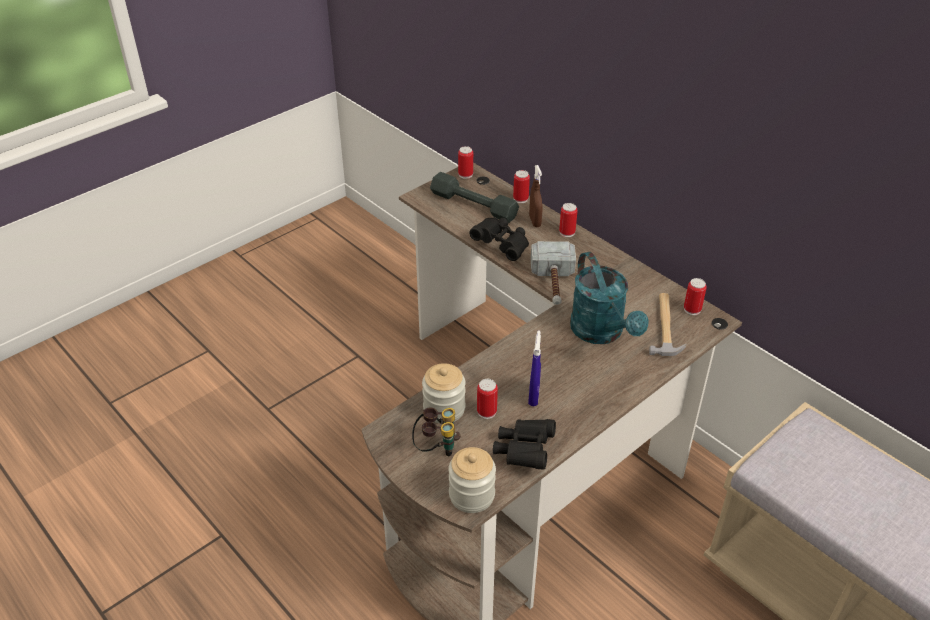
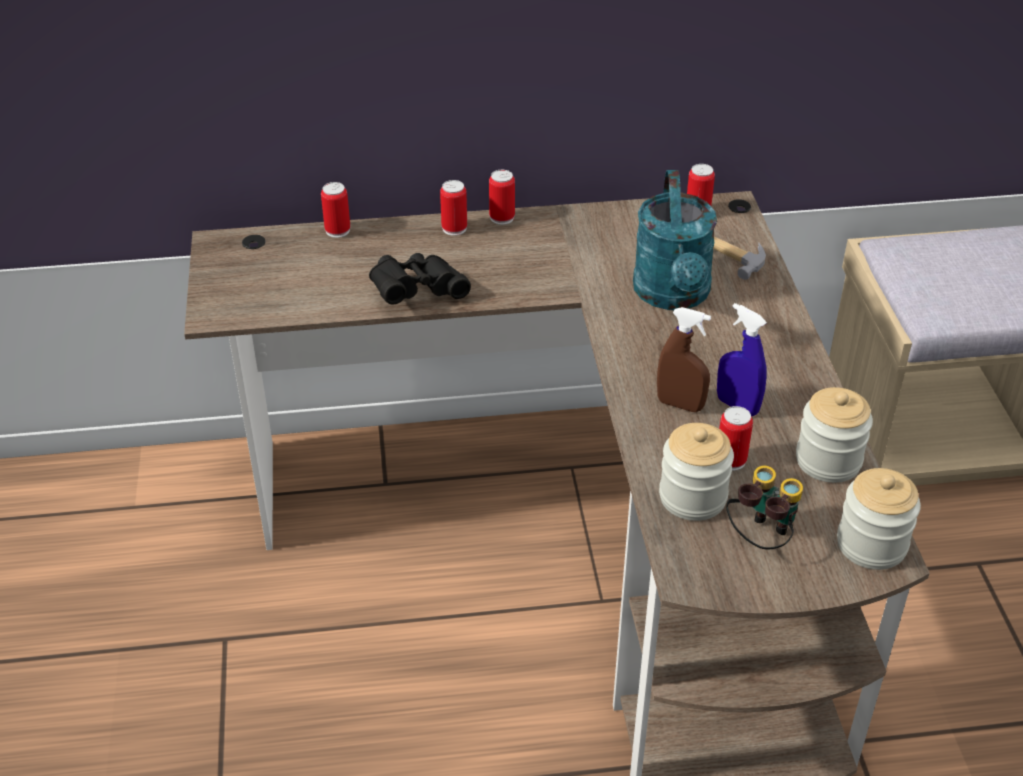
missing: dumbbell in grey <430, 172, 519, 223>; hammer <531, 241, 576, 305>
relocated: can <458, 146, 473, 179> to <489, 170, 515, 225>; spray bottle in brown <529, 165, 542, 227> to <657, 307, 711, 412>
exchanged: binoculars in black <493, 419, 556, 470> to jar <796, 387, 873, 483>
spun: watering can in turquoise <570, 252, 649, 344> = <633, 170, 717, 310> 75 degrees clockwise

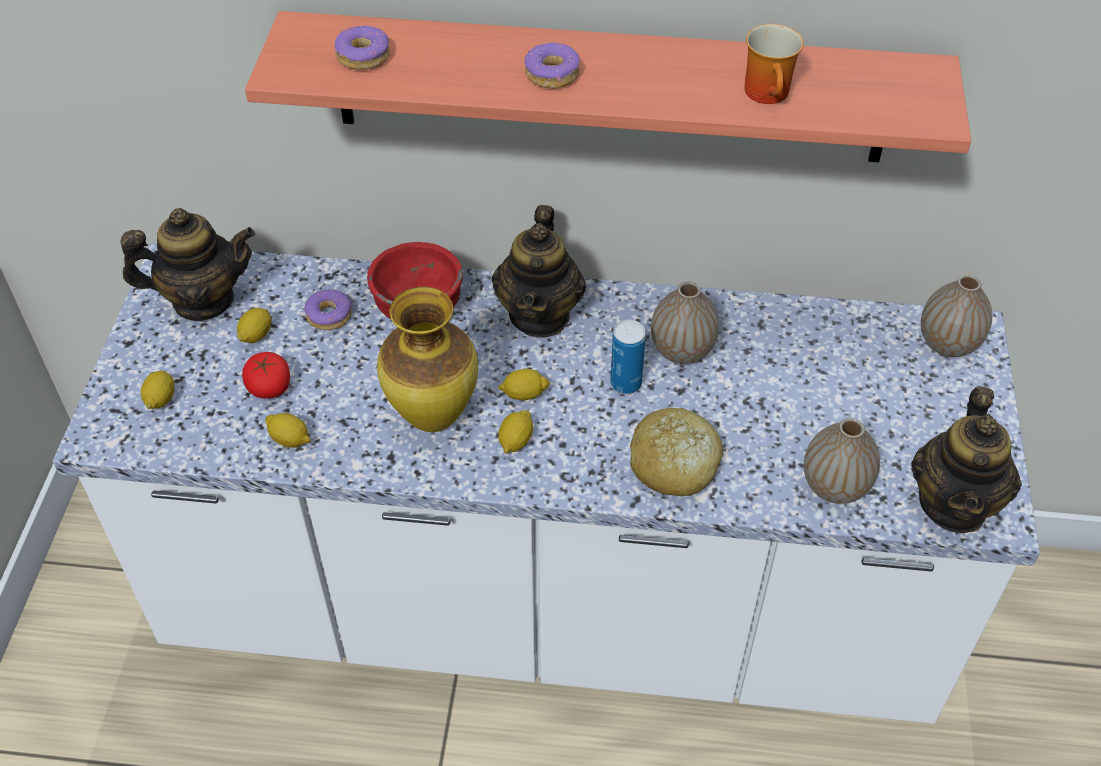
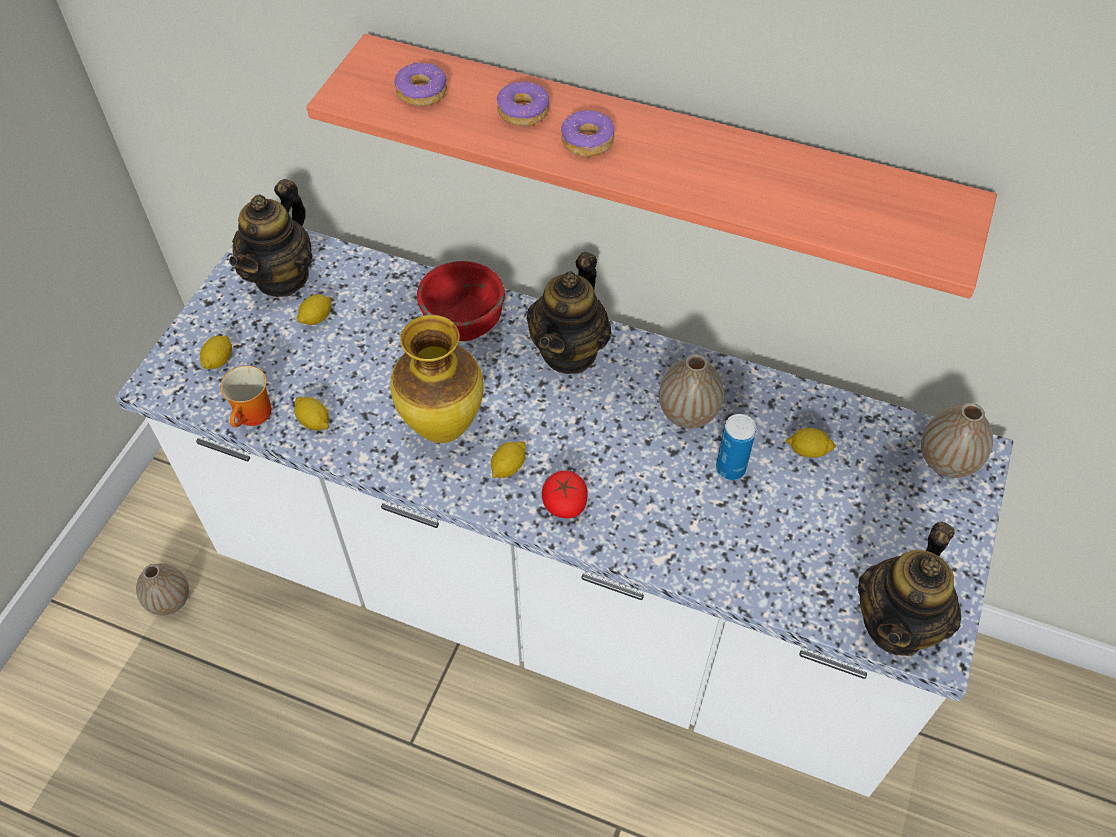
missing: bread <630, 408, 723, 496>
relocated: tomato <242, 352, 290, 399> to <542, 471, 588, 518>; donut <304, 290, 352, 330> to <497, 81, 549, 126>; lemon <498, 369, 550, 400> to <786, 428, 836, 458>; can <610, 320, 646, 394> to <716, 414, 756, 480>; mug <744, 24, 804, 104> to <220, 366, 272, 427>; vase <804, 418, 880, 504> to <136, 563, 189, 616>
spun: teapot <120, 208, 255, 321> = <229, 179, 313, 297> 105 degrees clockwise

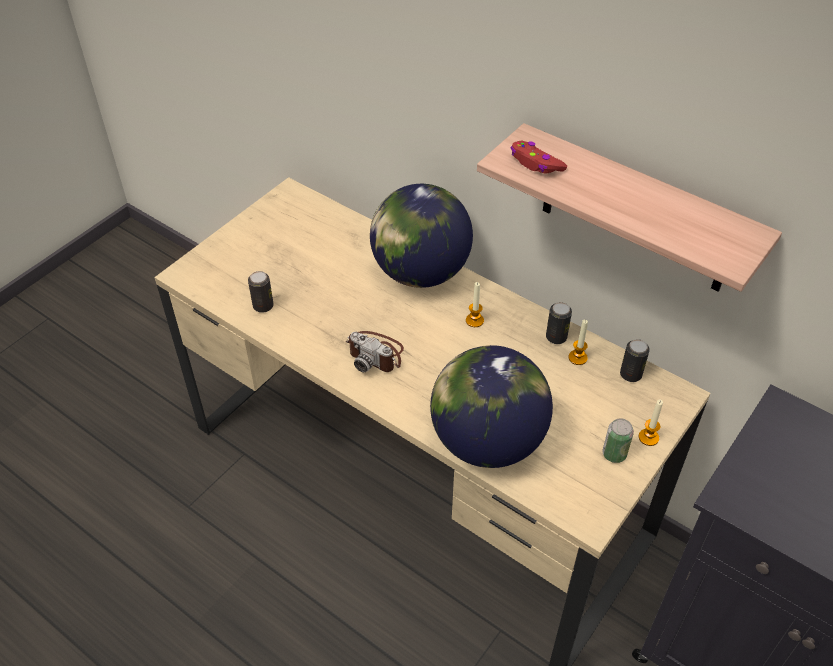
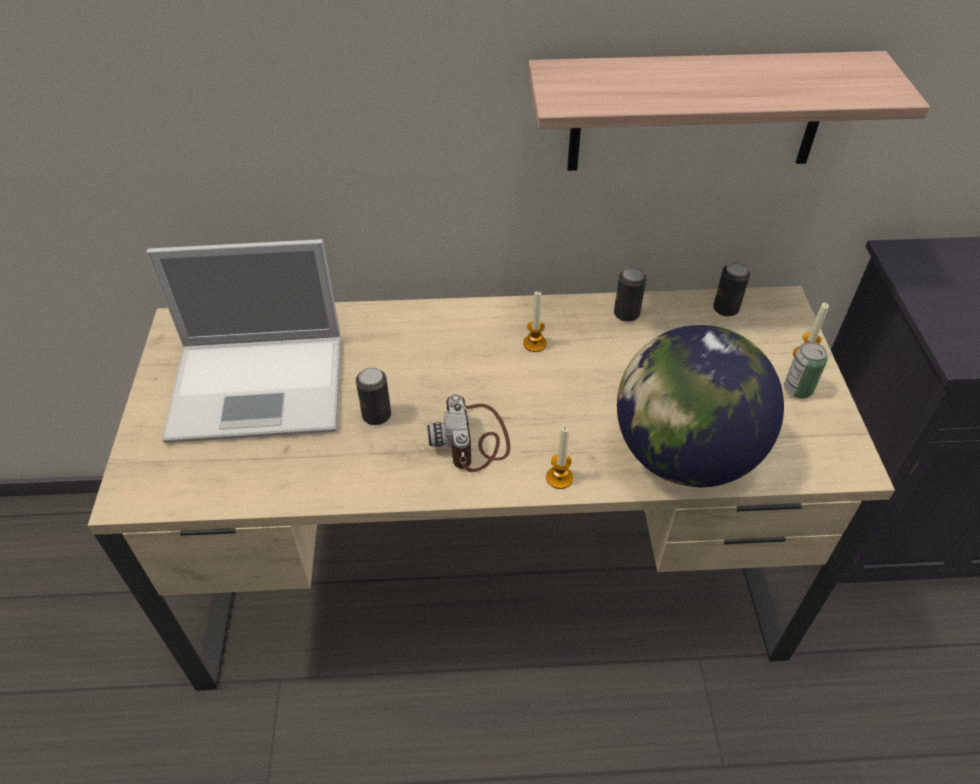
missing: globe <370, 184, 473, 288>; game controller in red <510, 141, 567, 174>
appeared: laptop <146, 239, 341, 443>
relocated: can <248, 271, 274, 313> to <356, 367, 391, 425>; candle <568, 319, 588, 365> to <546, 426, 573, 489>
spun: photo camera <345, 331, 404, 372> = <427, 394, 510, 472> 90 degrees clockwise

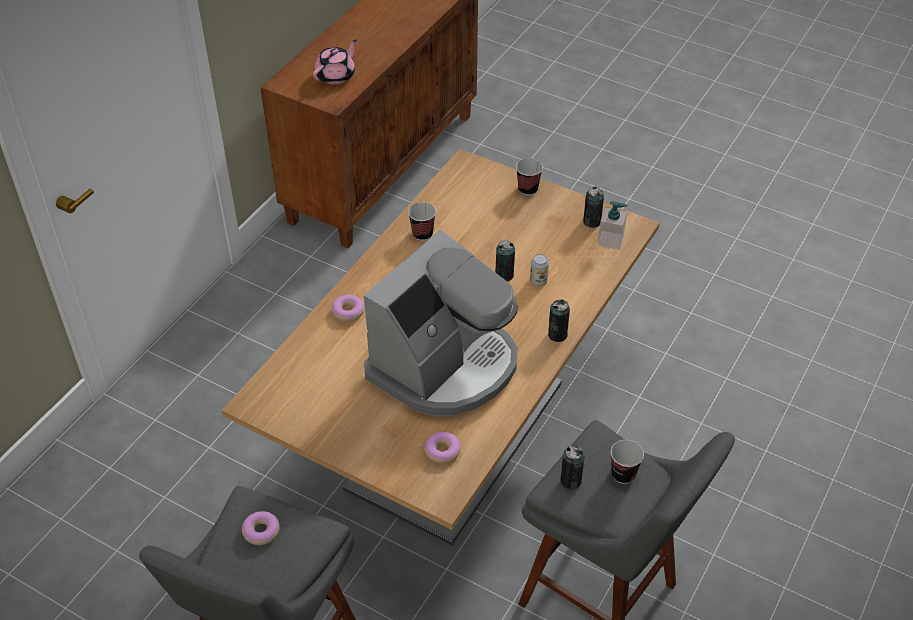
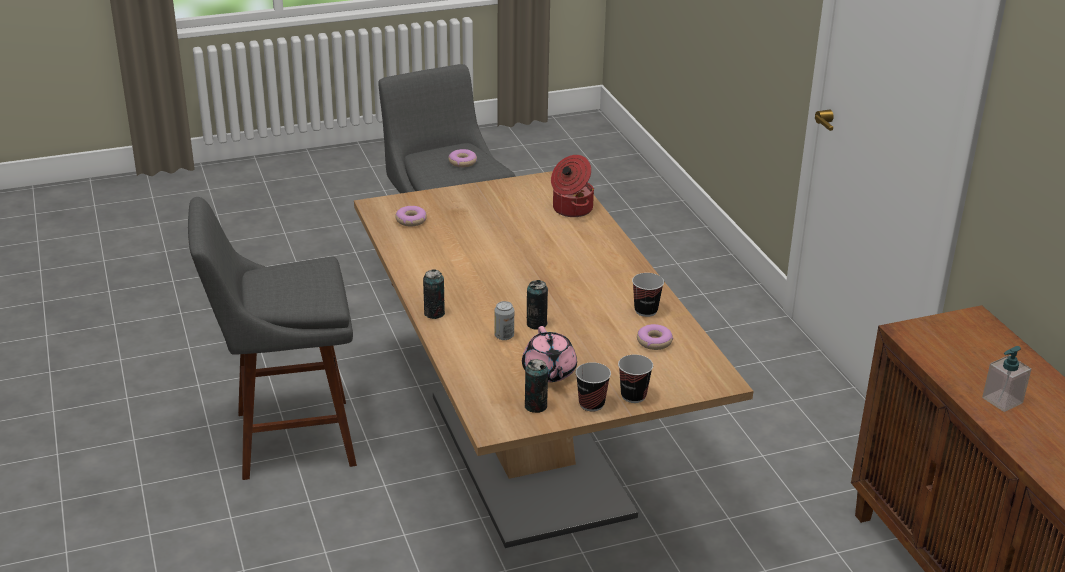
missing: coffee machine <364, 230, 518, 416>; can <561, 446, 585, 489>
appeared: cooking pot <551, 155, 594, 217>
relocated: teapot in pink <313, 40, 357, 84> to <522, 326, 577, 382>; donut <332, 295, 364, 322> to <637, 324, 673, 350>; soap dispenser <598, 201, 628, 250> to <982, 346, 1031, 412>; cup <611, 440, 644, 484> to <576, 362, 611, 412>

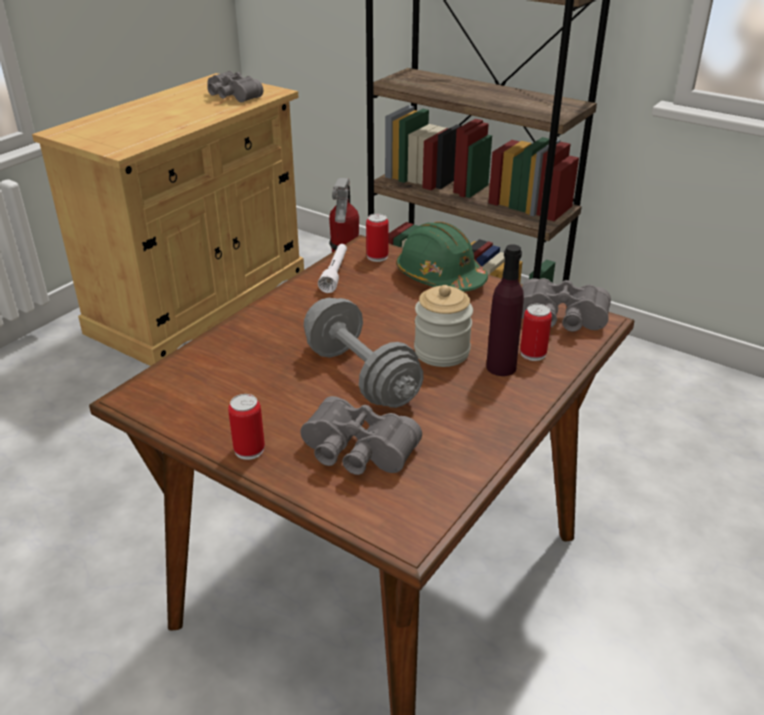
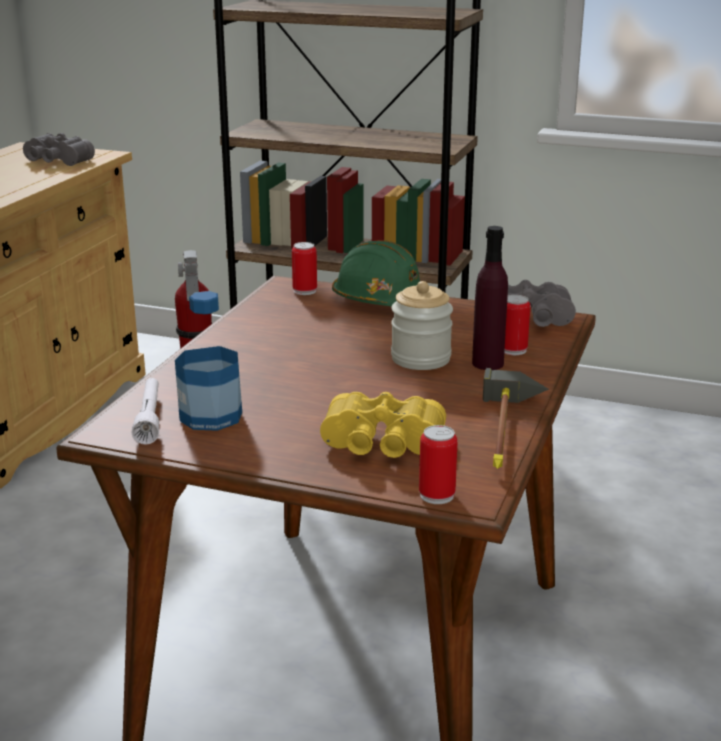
missing: dumbbell in grey <304, 298, 424, 408>
appeared: bottle <175, 291, 242, 431>; hammer <483, 368, 549, 469>
relocated: can <228, 394, 265, 460> to <419, 425, 458, 504>; flashlight in white <318, 244, 347, 293> to <132, 378, 159, 445>
colour: binoculars in grey <300, 396, 422, 475> to binoculars in yellow <320, 392, 446, 458>

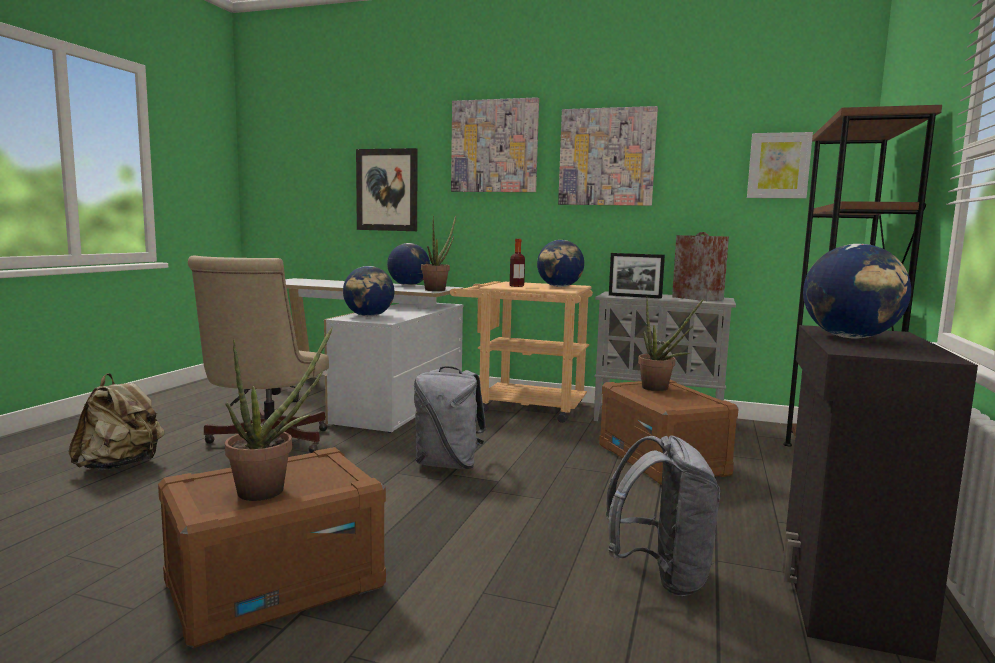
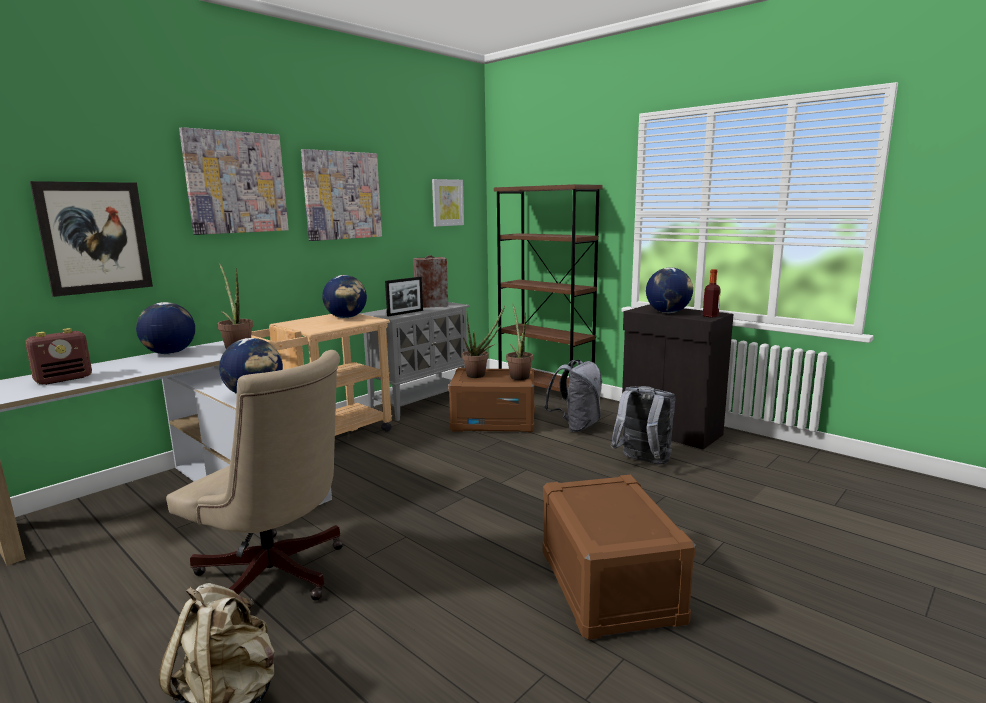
appeared: radio <25, 328, 92, 385>
relocated: potted plant <225, 327, 333, 501> to <506, 305, 533, 380>; backpack in grey <414, 366, 486, 469> to <544, 359, 602, 432>; bottle <510, 239, 525, 287> to <703, 269, 721, 317>

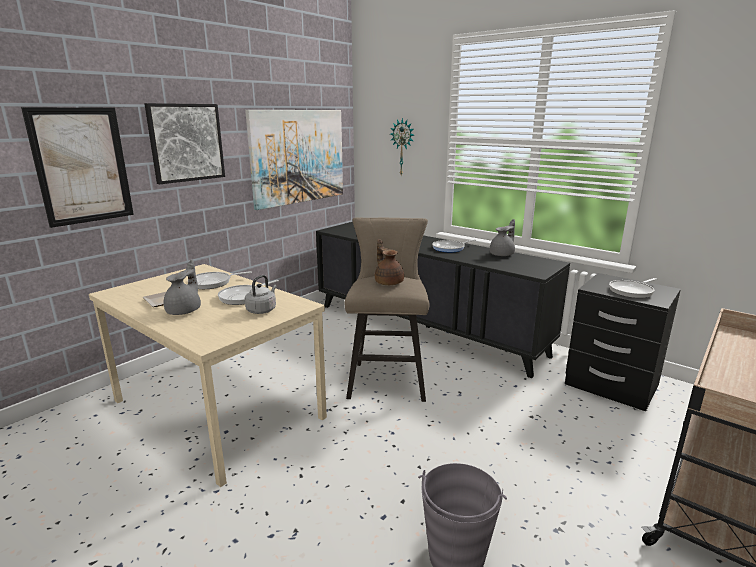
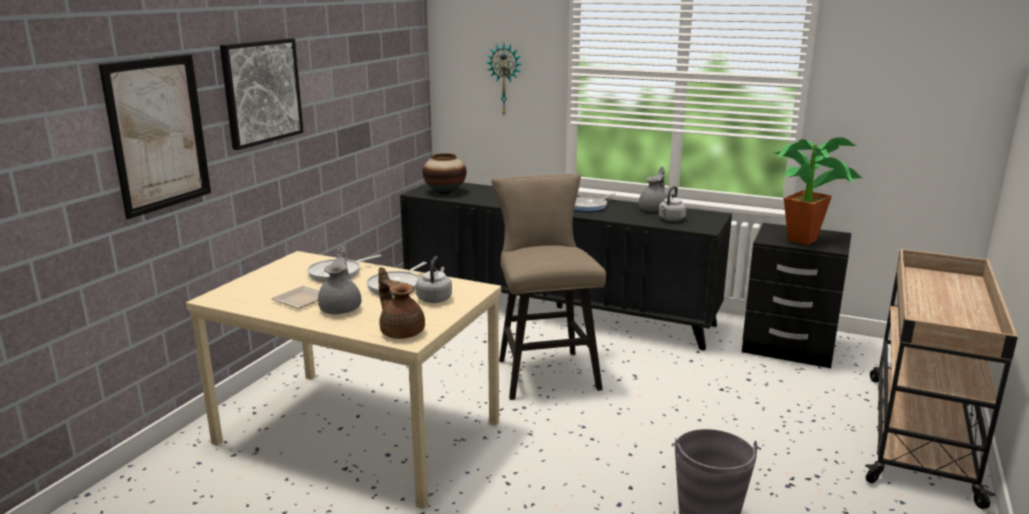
missing: picture <245, 110, 343, 210>
appeared: vase <423, 153, 466, 194>; kettle in grey <659, 186, 686, 221>
relocated: teapot in brown <375, 239, 404, 285> to <378, 267, 425, 339>
exchanged: frying pan <609, 278, 657, 298> to potted plant <773, 137, 862, 245>

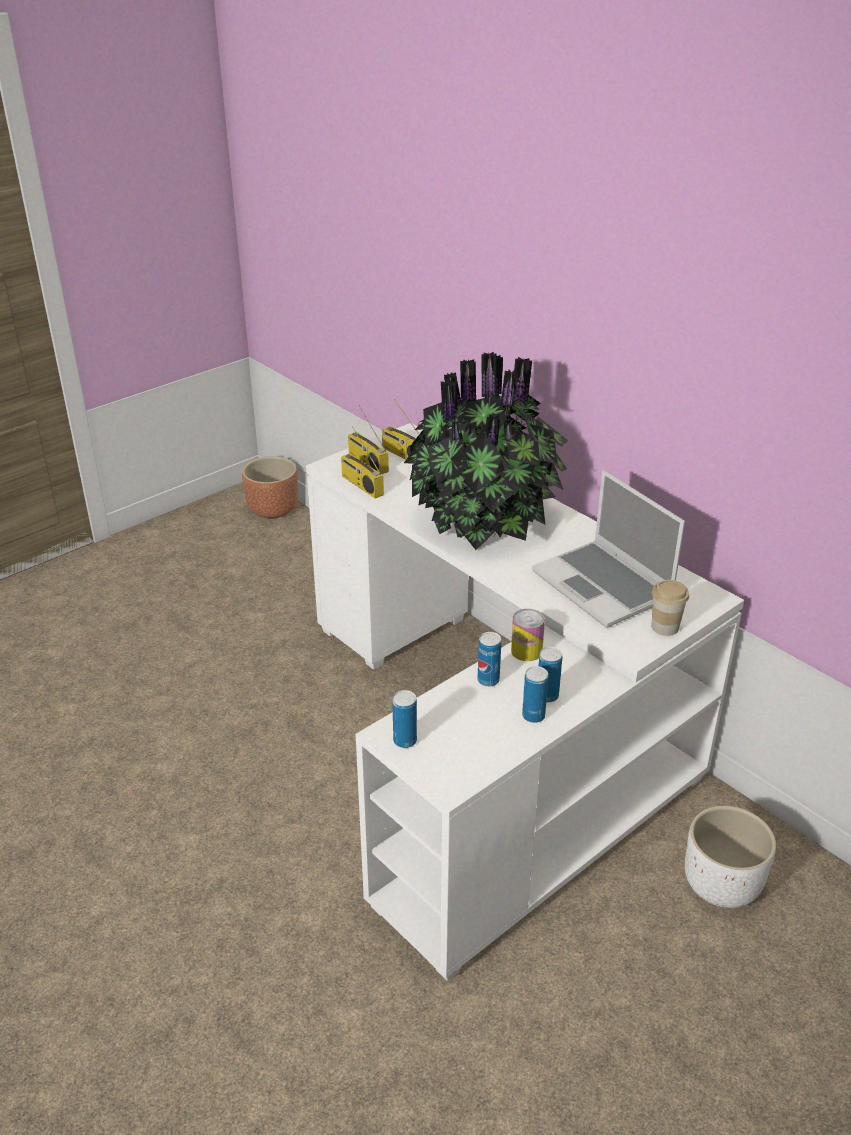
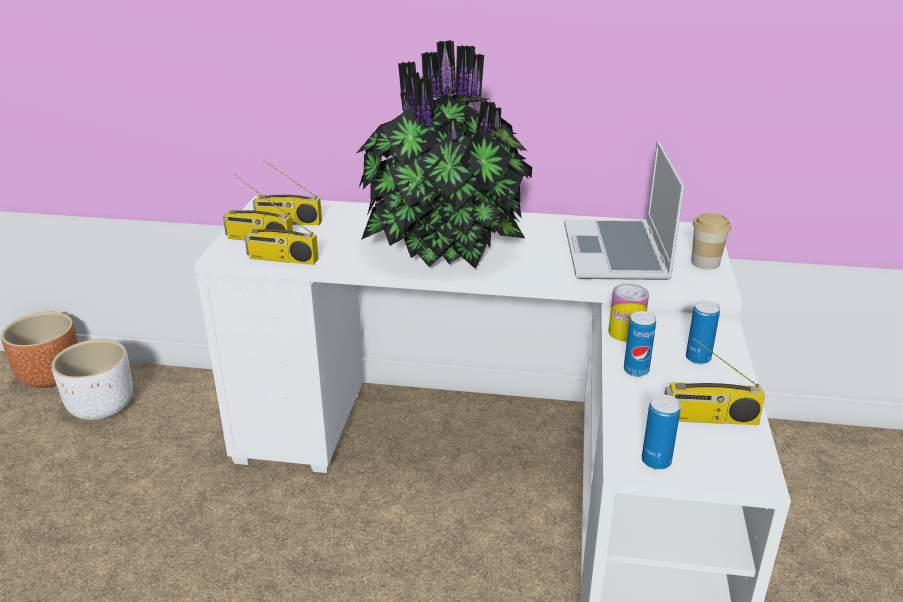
missing: can <522, 666, 548, 723>
appeared: radio <664, 338, 765, 425>
relocated: planter in white <685, 806, 776, 908> to <52, 339, 133, 420>
spun: laptop <532, 470, 685, 628> = <564, 141, 684, 280> 75 degrees clockwise

